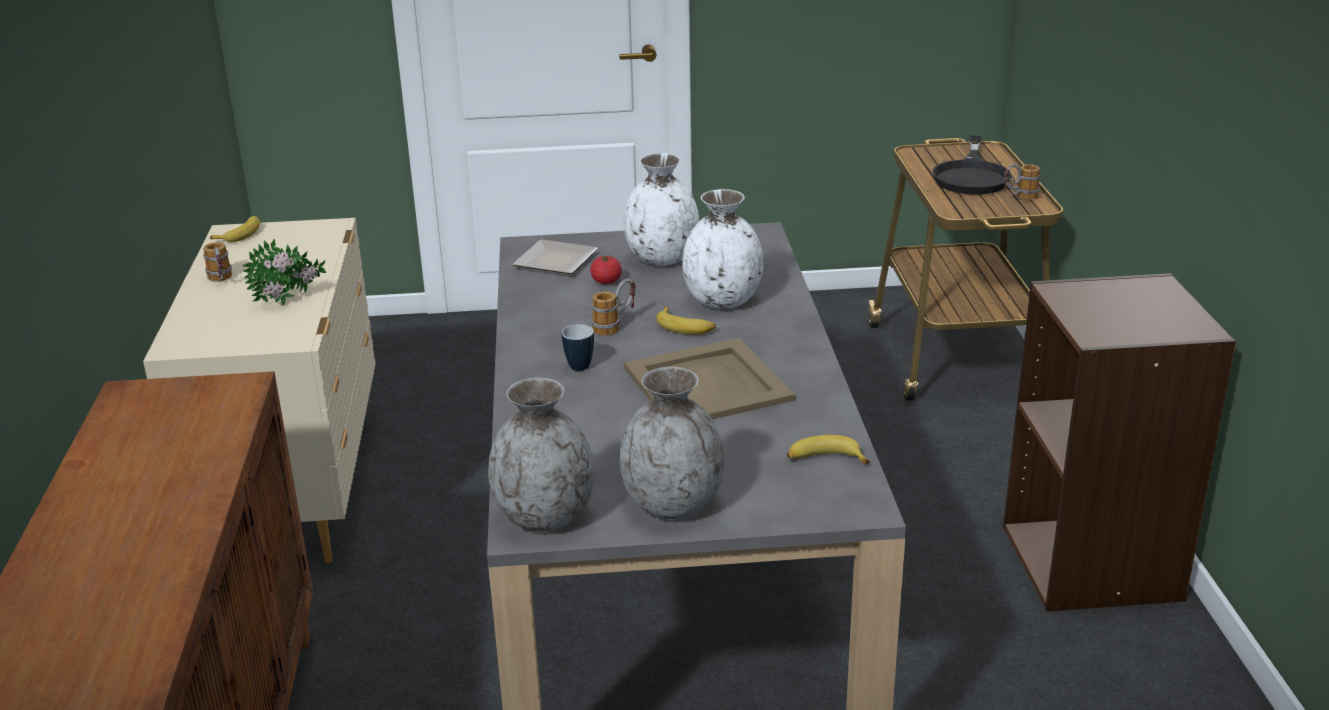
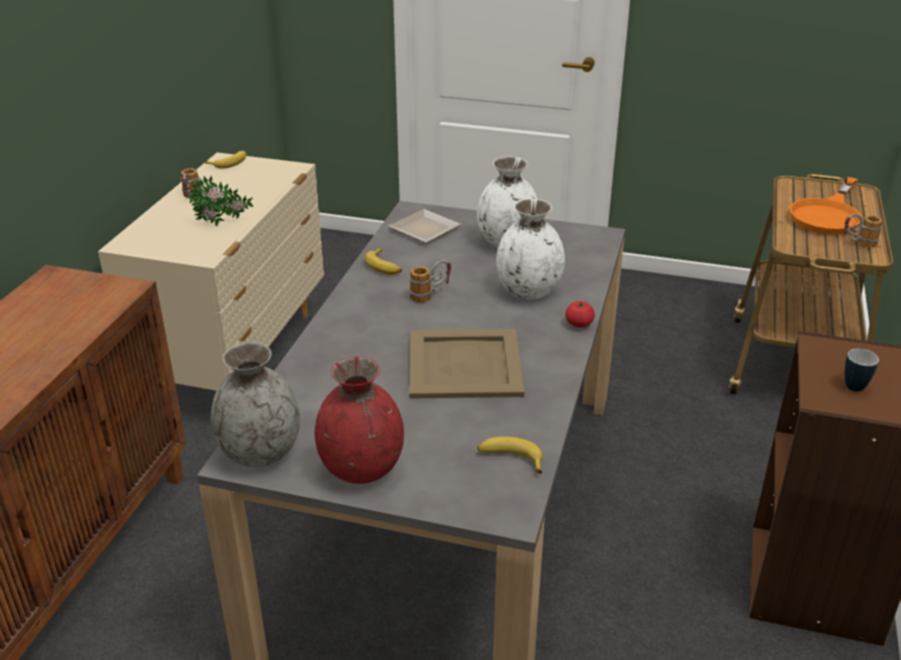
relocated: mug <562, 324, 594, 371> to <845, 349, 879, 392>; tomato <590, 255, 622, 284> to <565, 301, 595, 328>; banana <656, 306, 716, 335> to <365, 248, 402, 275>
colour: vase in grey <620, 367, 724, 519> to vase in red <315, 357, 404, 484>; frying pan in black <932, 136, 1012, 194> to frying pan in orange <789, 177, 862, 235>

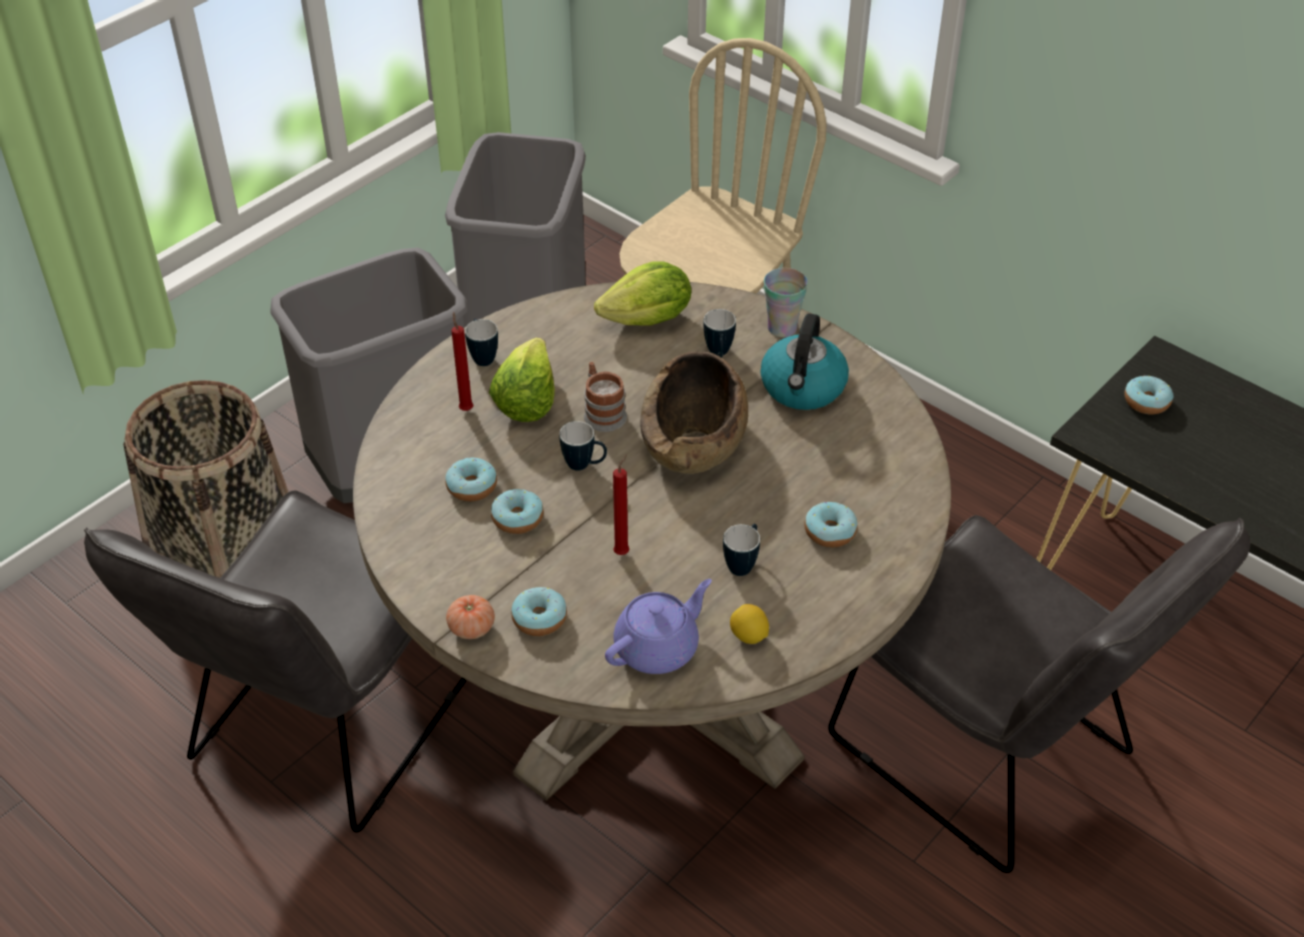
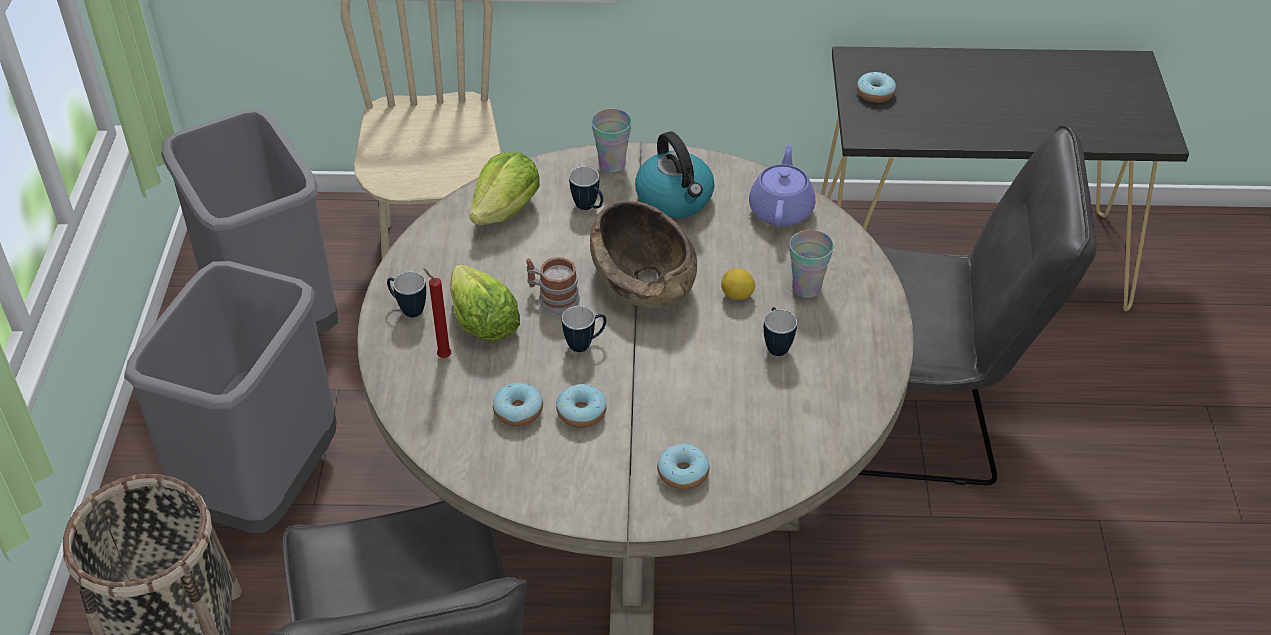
missing: tomato <446, 595, 495, 639>; candle in red <613, 454, 629, 555>
relocated: teapot in purple <605, 579, 712, 674> to <749, 144, 815, 227>; lemon <730, 604, 769, 644> to <721, 268, 755, 300>
exchanged: donut <804, 502, 858, 547> to cup <790, 230, 834, 298>

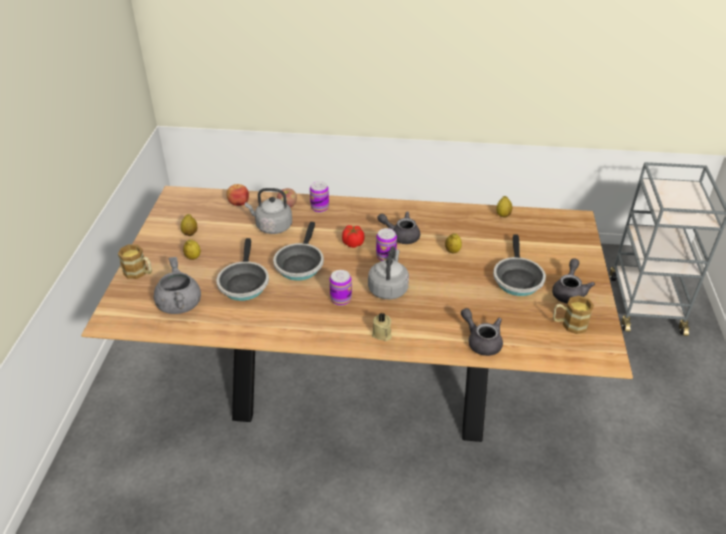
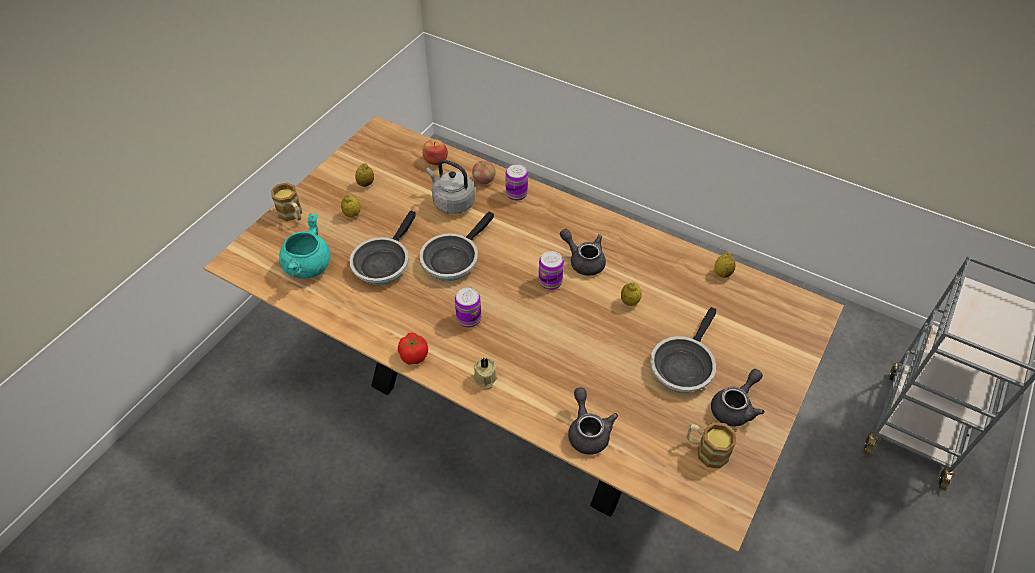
missing: kettle in grey <368, 246, 409, 299>
relocated: tomato <342, 225, 364, 248> to <398, 333, 428, 365>
colour: cooking pot in grey <154, 257, 201, 314> to cooking pot in turquoise <279, 213, 330, 279>

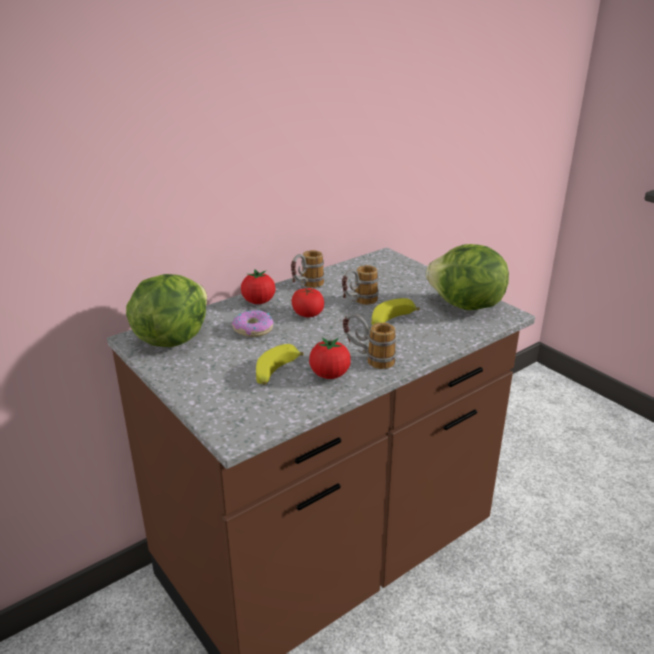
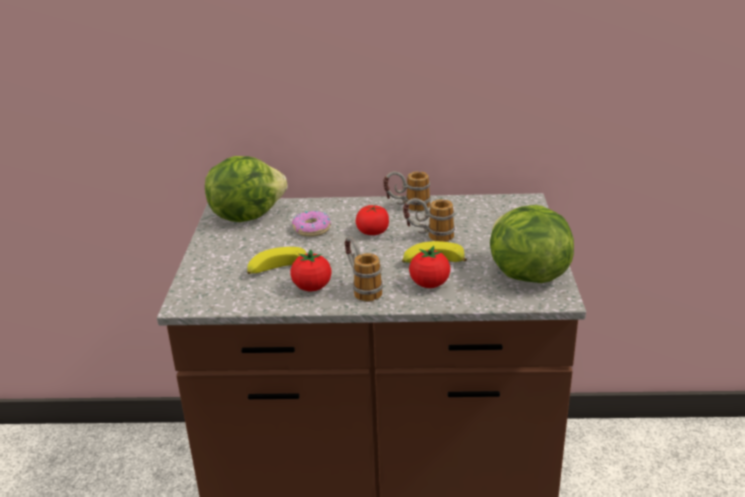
relocated: tomato <241, 269, 276, 304> to <409, 246, 450, 288>

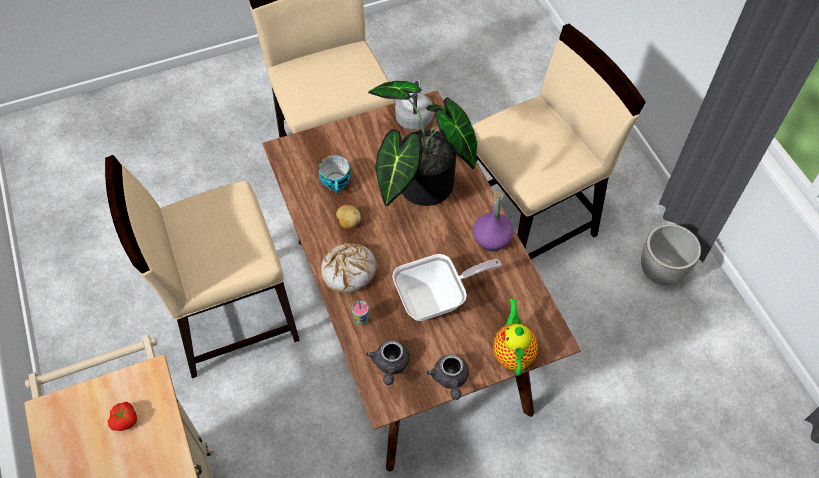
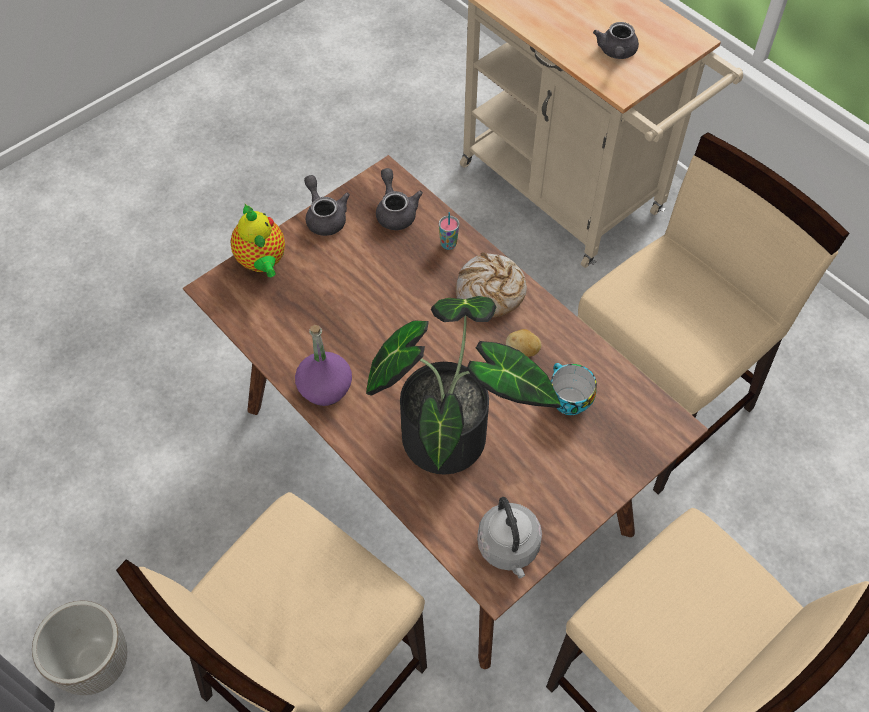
missing: frying pan <392, 254, 502, 321>
exchanged: tomato <107, 402, 137, 431> to teapot in grey <593, 22, 639, 59>

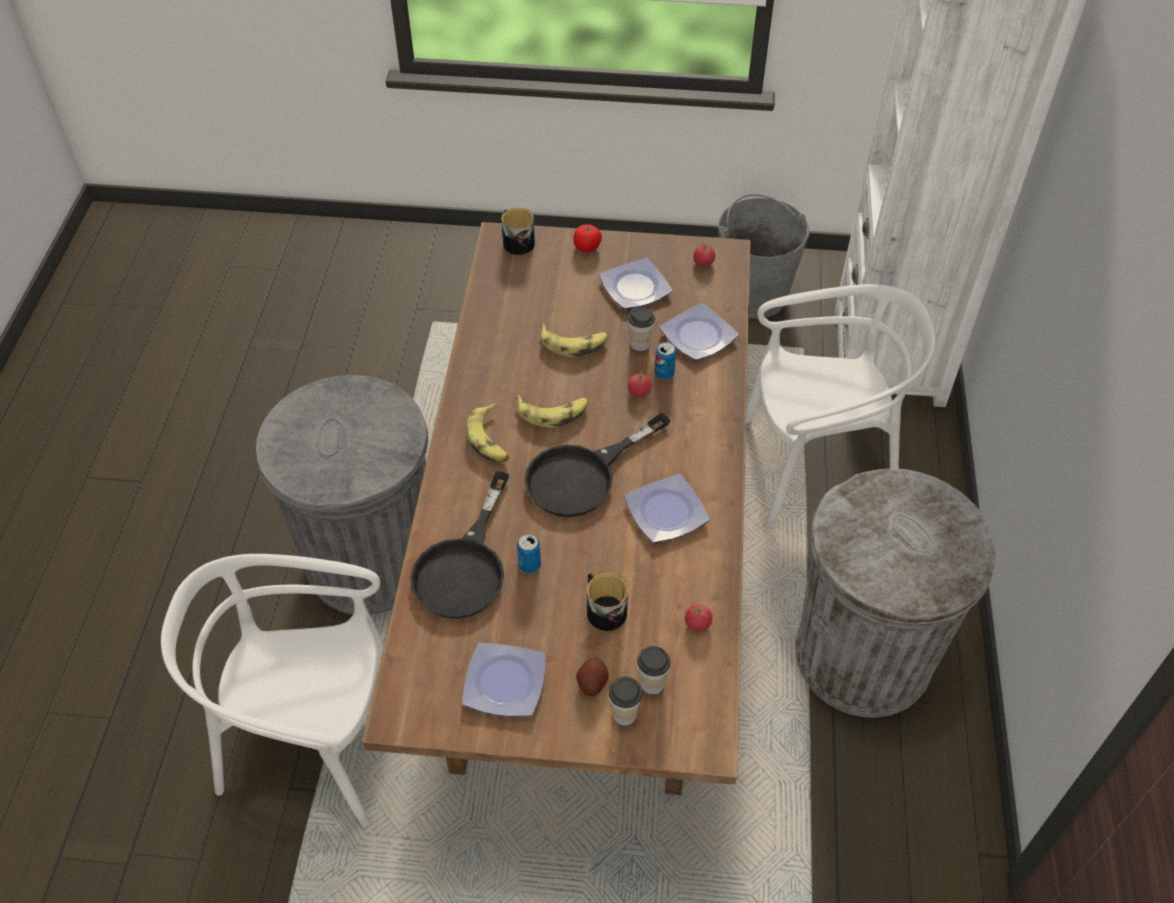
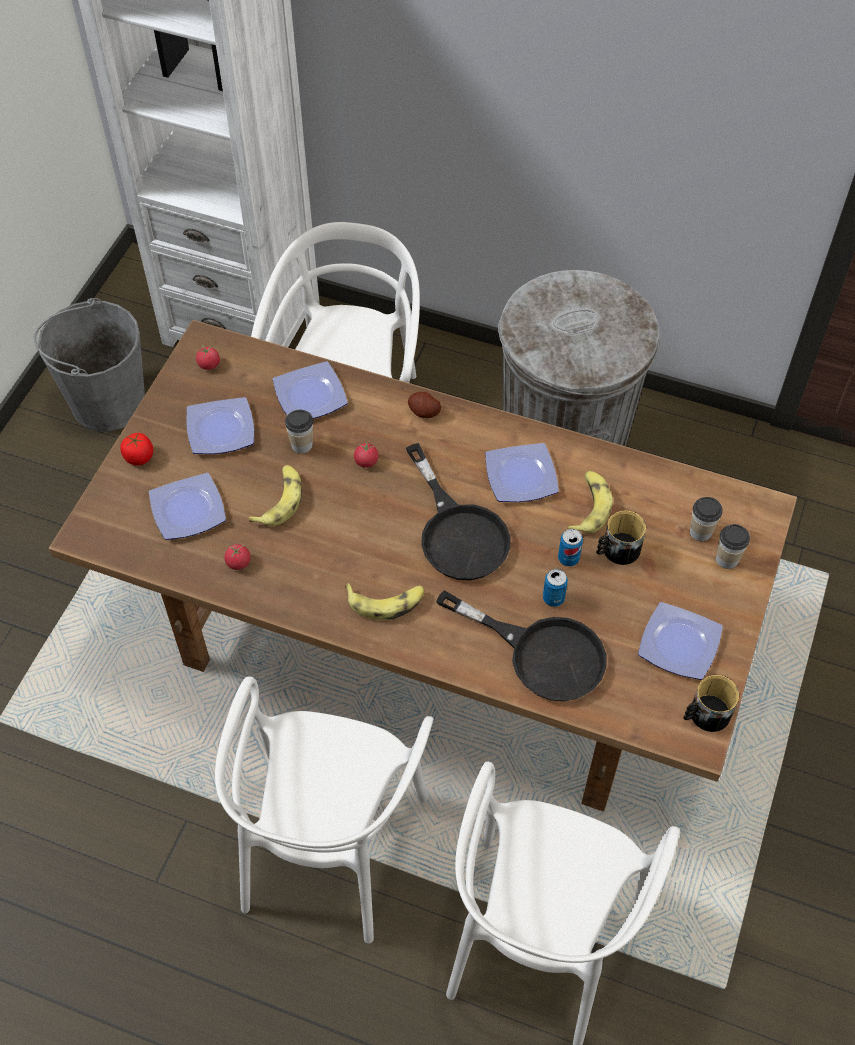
appeared: plate <149, 473, 226, 540>
relocated: mug <501, 207, 535, 255> to <683, 675, 739, 732>; banana <516, 395, 588, 427> to <567, 471, 613, 533>; potato <576, 657, 609, 697> to <408, 392, 441, 418>; can <655, 342, 676, 379> to <558, 529, 583, 566>; tomato <685, 604, 712, 632> to <224, 544, 251, 570>
exchanged: trash can in grey <256, 375, 429, 614> to chair in white <215, 676, 434, 944>

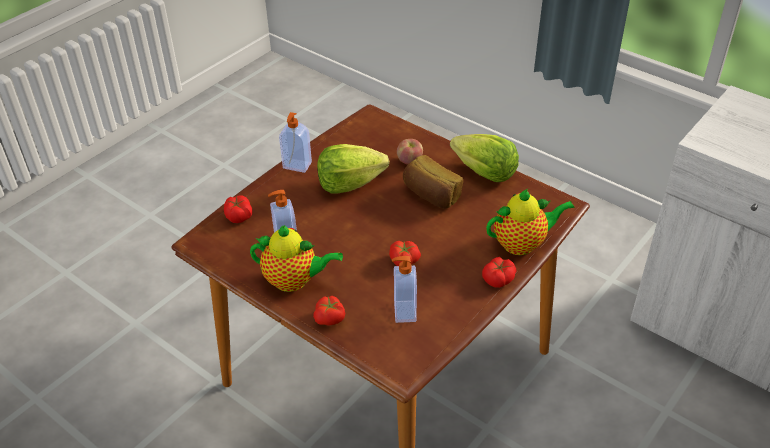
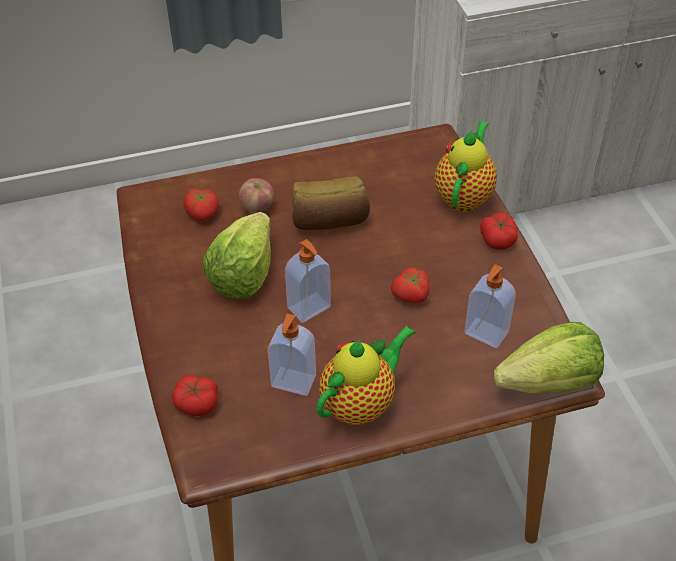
relocated: soap dispenser <279, 112, 312, 173> to <285, 239, 331, 323>; tomato <313, 296, 345, 326> to <183, 189, 219, 221>; lettuce <450, 134, 519, 182> to <494, 322, 604, 394>

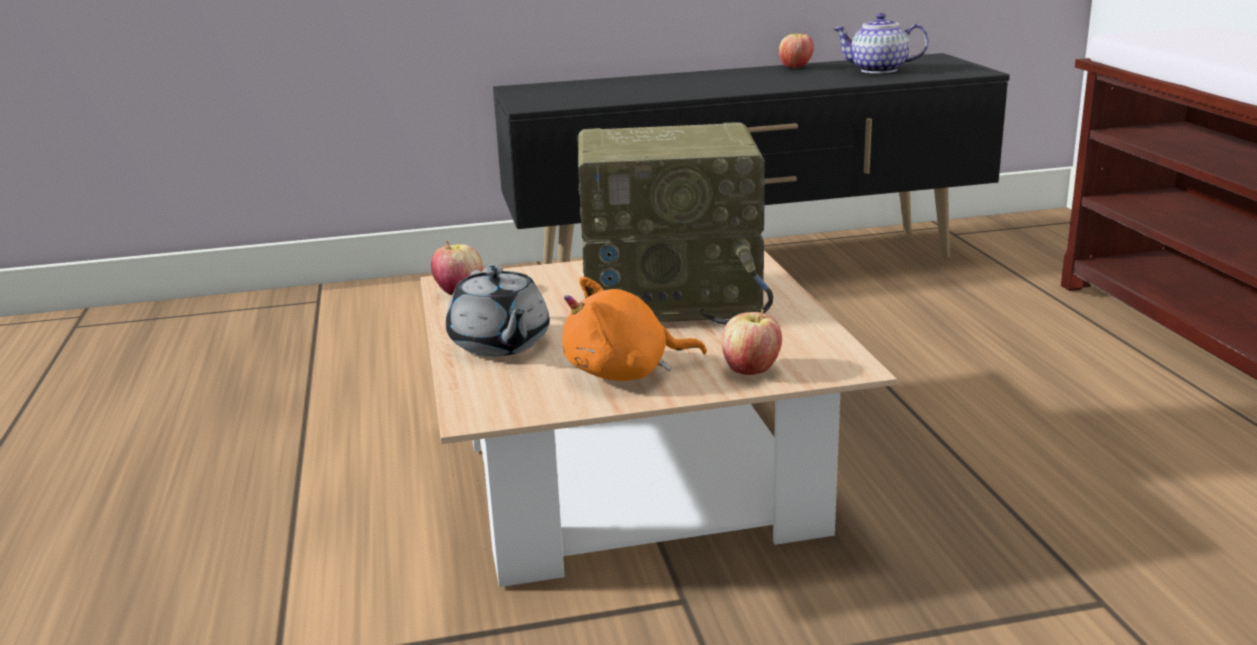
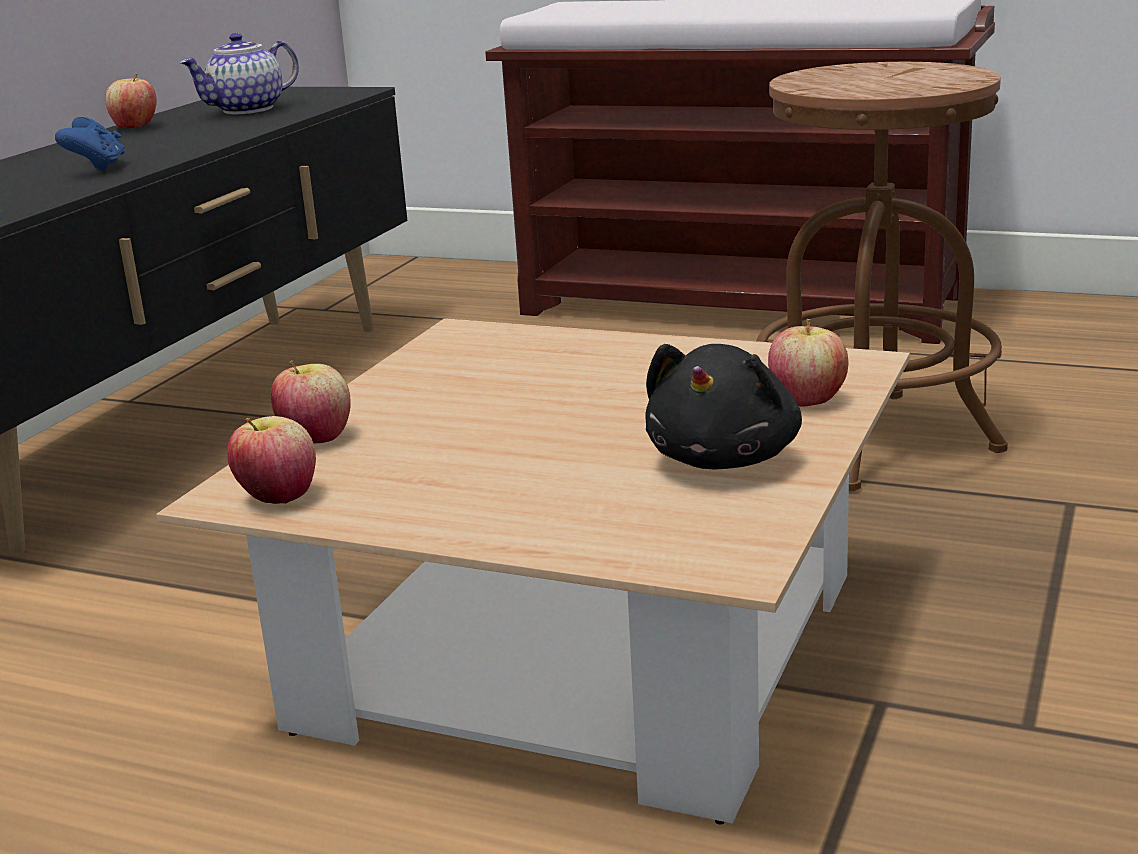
missing: teapot in grey <446, 266, 550, 357>; radio <577, 122, 773, 325>
appeared: game controller in blue <55, 117, 125, 172>; apple <271, 361, 351, 444>; stool in brown <756, 62, 1008, 491>
colour: plush toy in orange <562, 277, 707, 381> to plush toy in black <645, 344, 802, 469>

